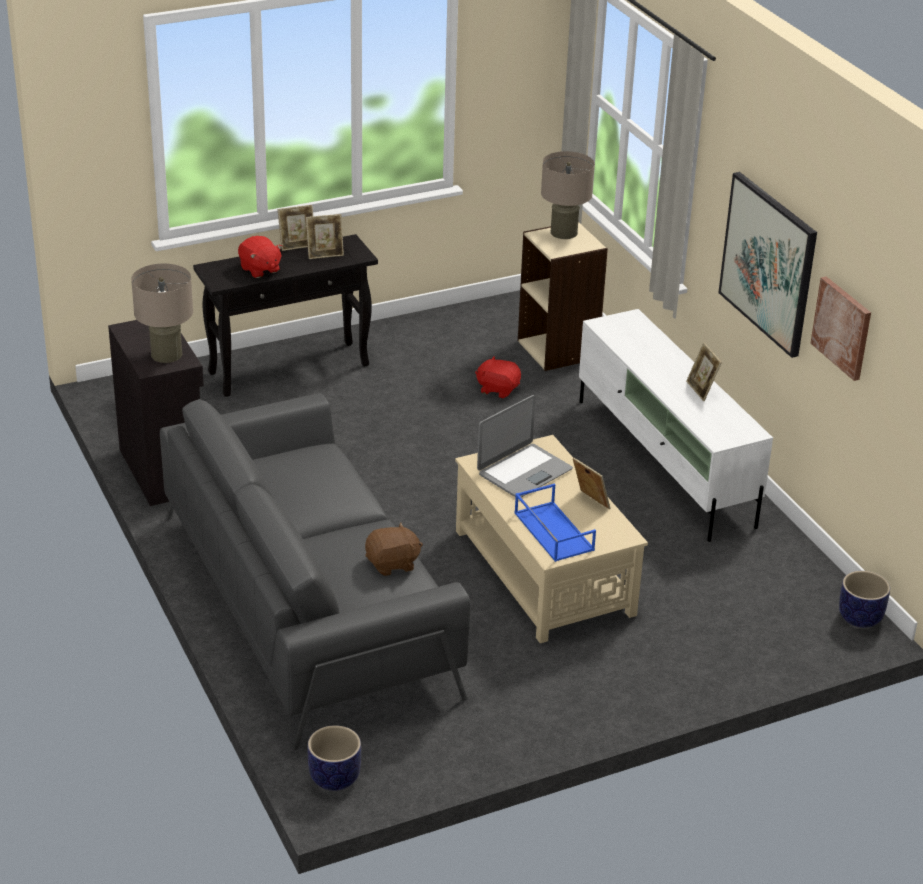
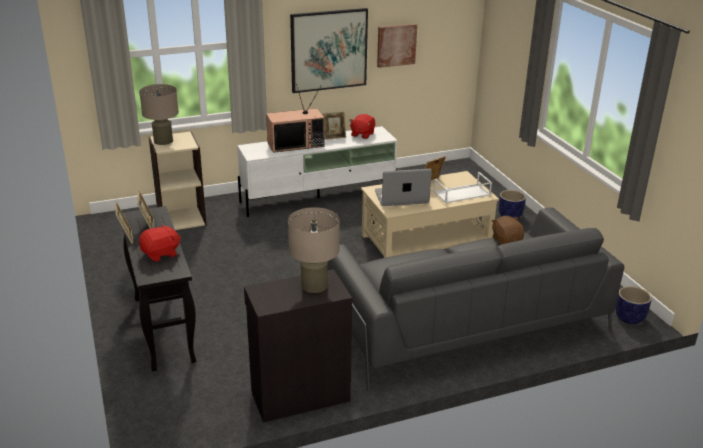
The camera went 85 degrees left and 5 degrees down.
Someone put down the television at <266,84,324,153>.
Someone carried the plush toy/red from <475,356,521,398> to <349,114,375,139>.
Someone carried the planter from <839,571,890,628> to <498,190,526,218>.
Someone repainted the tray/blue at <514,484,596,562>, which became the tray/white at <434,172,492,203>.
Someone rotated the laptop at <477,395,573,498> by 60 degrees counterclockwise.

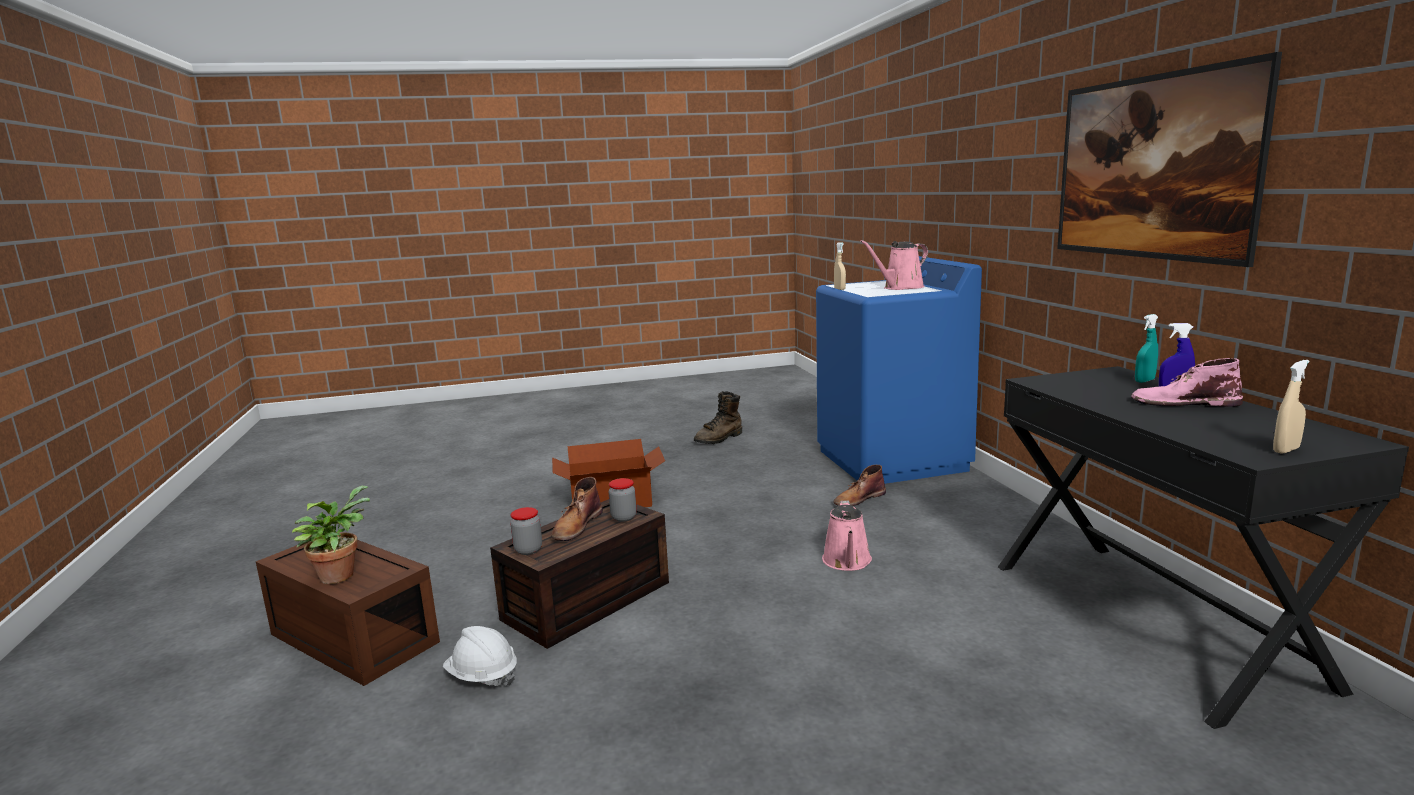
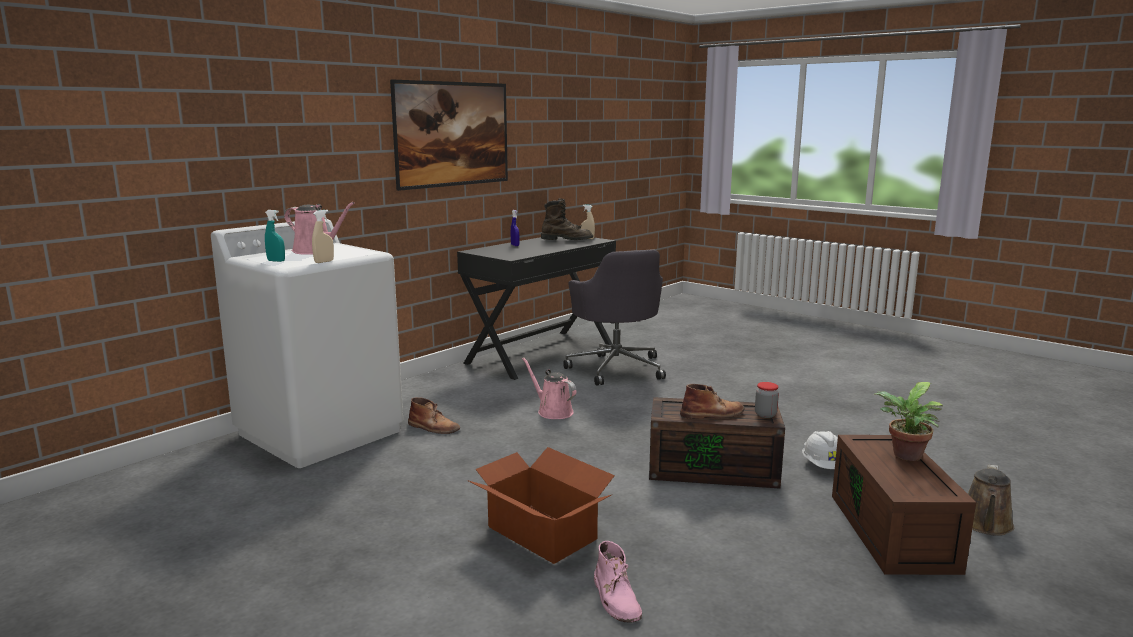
The camera went 125 degrees left and 0 degrees up.
Someone took away the jar at <609,478,637,522>.
Someone put down the office chair/grey at <563,250,666,386>.
Someone put down the watering can/brown at <968,464,1014,536>.
Someone carried the boot/brown from <694,391,742,444> to <541,198,593,240>.
Someone carried the boot/pink from <1131,358,1243,407> to <594,541,642,623>.
Someone carried the spray bottle/turquoise from <1135,314,1158,383> to <265,210,285,262>.
Someone repainted the washing machine/blue at <816,256,982,484>, which became the washing machine/white at <211,219,403,468>.
Someone rotated the watering can/pink at <822,500,872,571> by 105 degrees counterclockwise.

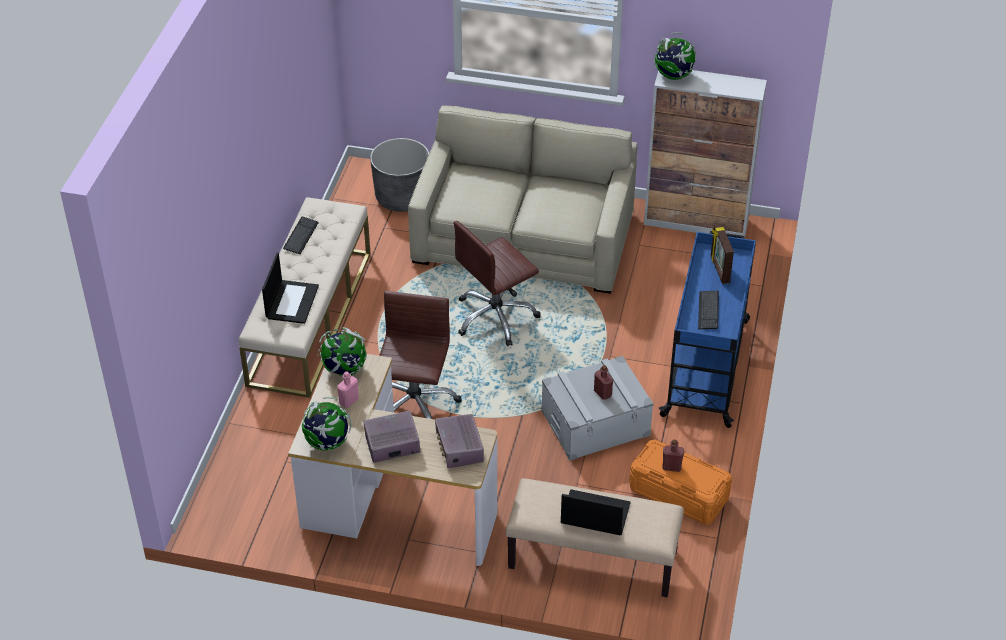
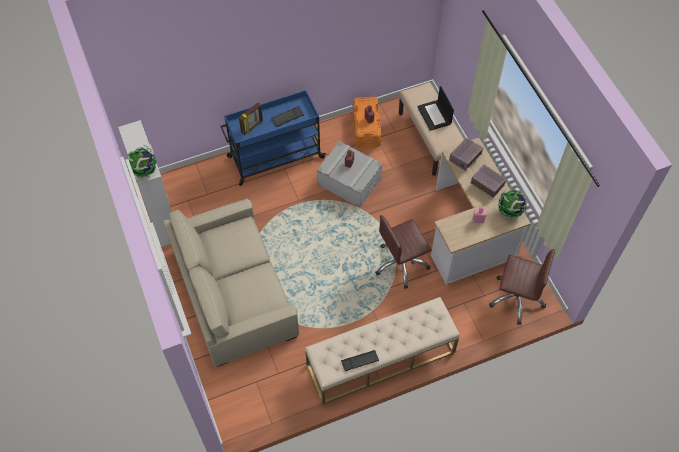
The camera went 125 degrees left and 15 degrees up.
Someone took away the laptop at <262,253,319,324>.
Someone took away the globe at <318,327,367,377>.
Someone took away the planter/grey at <370,138,429,212>.
Someone carried the office chair/brown from <453,221,541,346> to <489,249,555,325>.

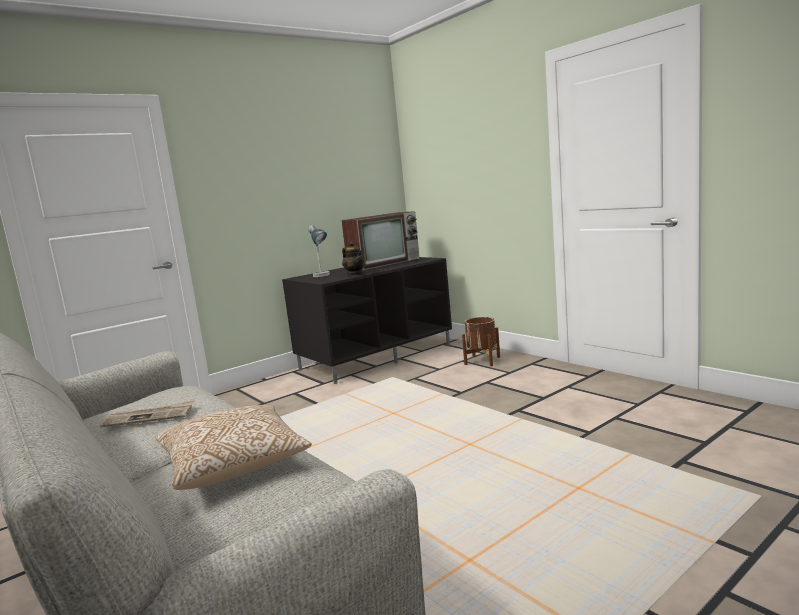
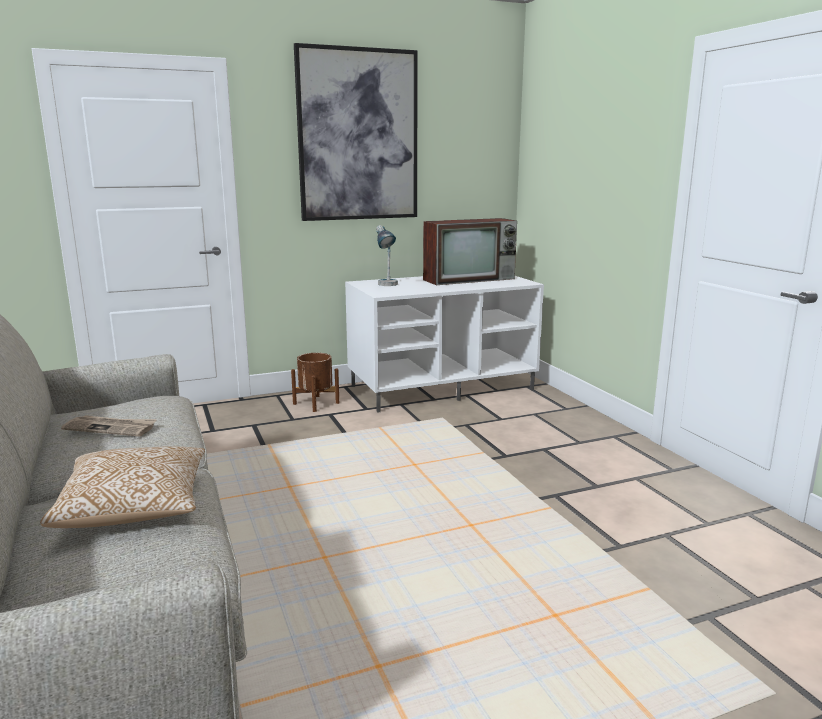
The camera went 15 degrees right and 5 degrees up.
Someone took away the teapot at <342,242,365,275>.
Someone put up the picture at <294,43,418,221>.
Someone carried the planter/brown from <462,317,500,366> to <291,353,339,412>.
Someone repainted the tv stand/black at <282,257,452,384>, which became the tv stand/white at <345,276,544,412>.

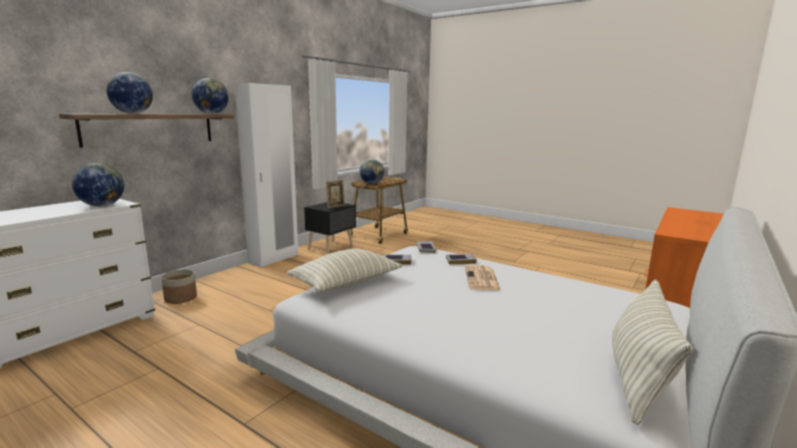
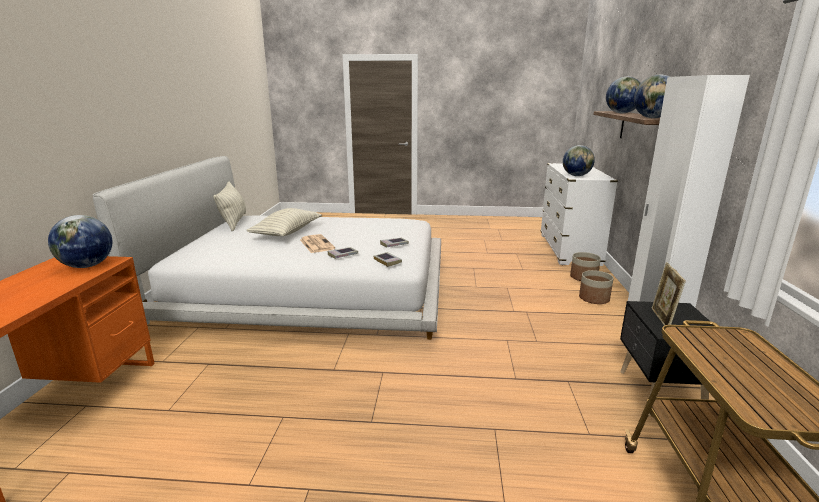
The camera went 150 degrees right and 5 degrees up.
Someone put down the planter at <579,270,613,304>.
Someone carried the pillow from <287,249,403,292> to <247,208,322,236>.
Someone carried the globe from <360,159,384,184> to <48,215,112,268>.

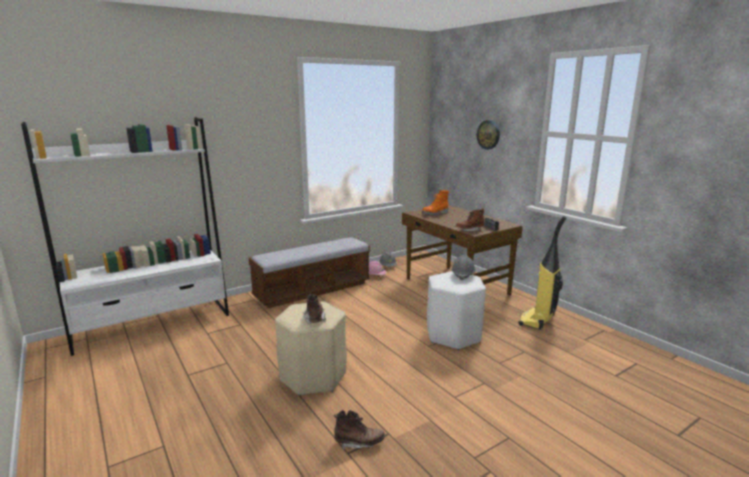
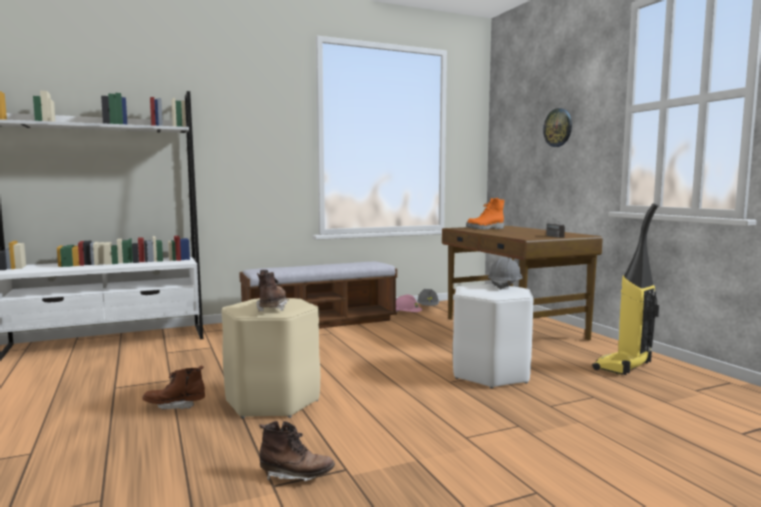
The camera went 10 degrees right and 10 degrees down.
Someone carried the boot/brown from <456,208,484,232> to <142,366,205,409>.

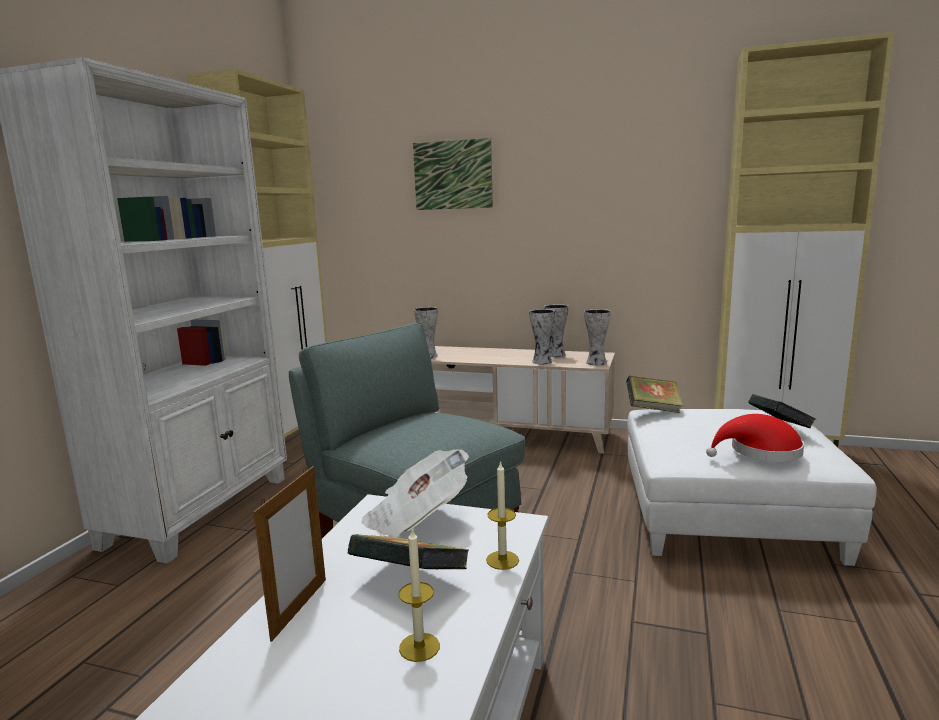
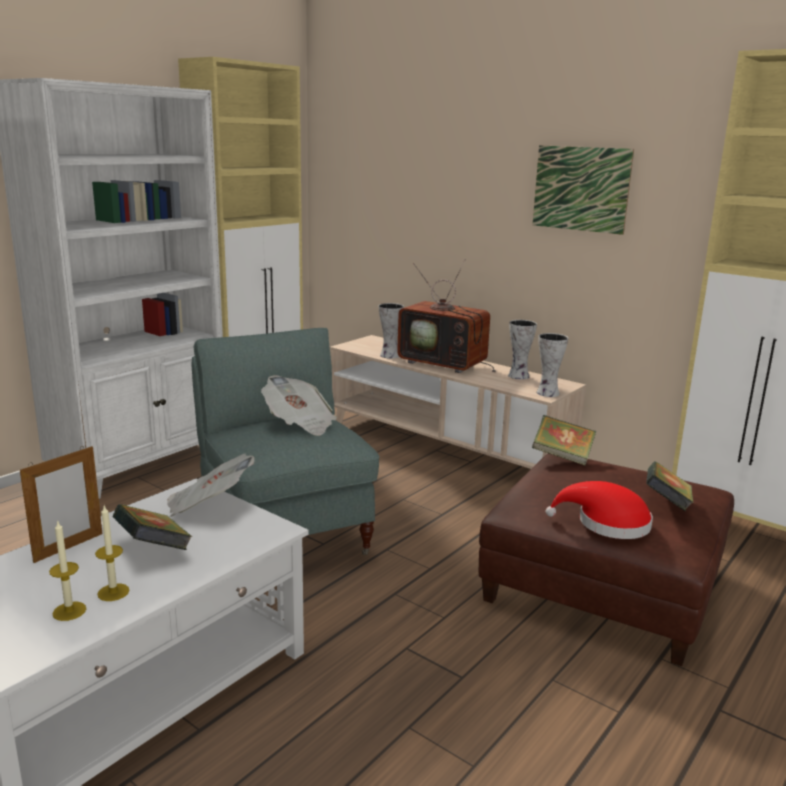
The camera went 20 degrees right and 5 degrees up.
Someone took away the vase at <529,309,555,364>.
Someone put down the newspaper at <261,375,337,436>.
Someone put down the television at <397,259,496,373>.
Someone carried the picture from <413,138,493,210> to <532,145,634,235>.
Someone carried the candle from <486,461,519,570> to <49,520,86,621>.
Someone repainted the ottoman/white at <627,409,877,566>, which became the ottoman/brown at <479,453,734,666>.

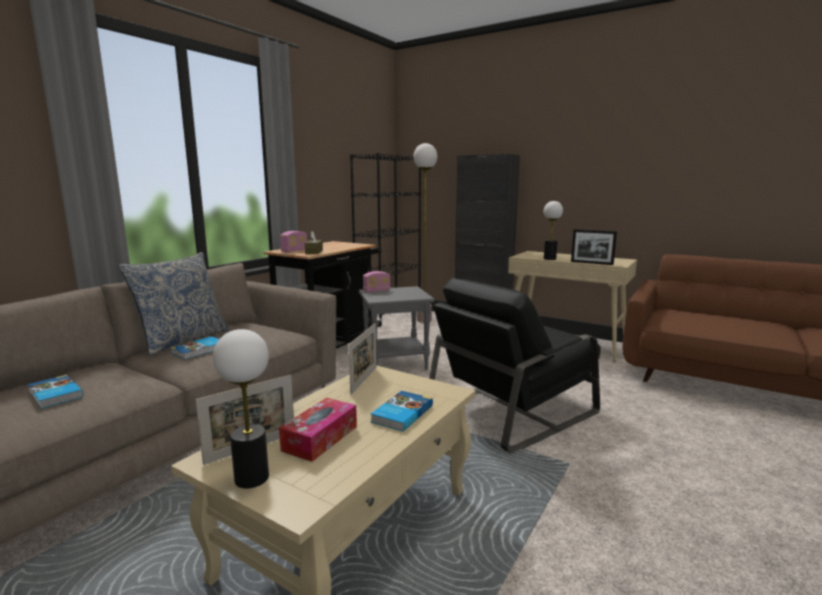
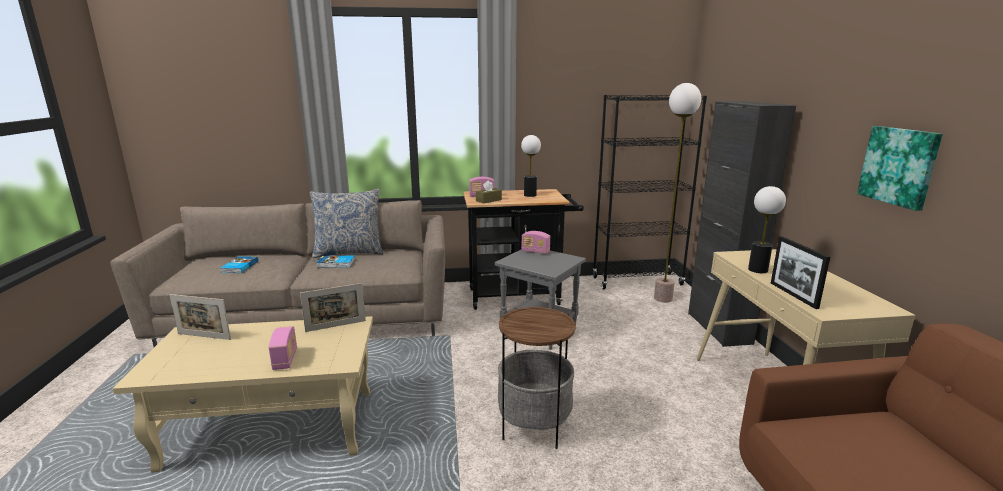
The camera went 50 degrees right and 5 degrees up.
Someone took away the tissue box at <279,398,357,462>.
Someone put up the picture at <857,126,943,211>.
Someone carried the table lamp from <213,329,269,488> to <521,135,541,197>.
Someone swapped the book at <371,391,433,431> for the radio at <269,326,297,370>.
Someone swapped the armchair/black at <429,278,601,454> for the side table at <498,307,576,449>.

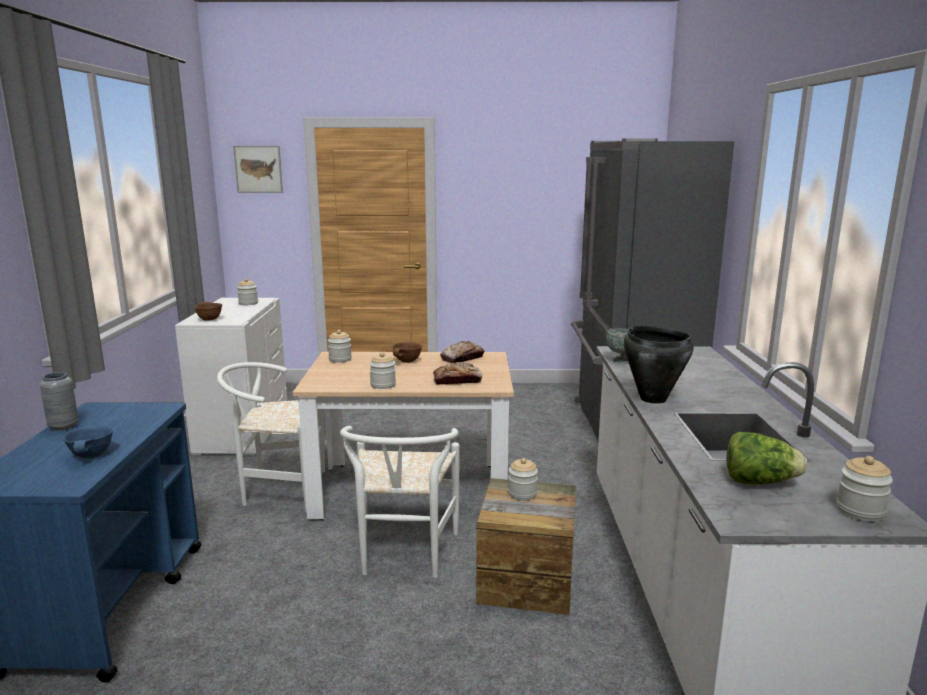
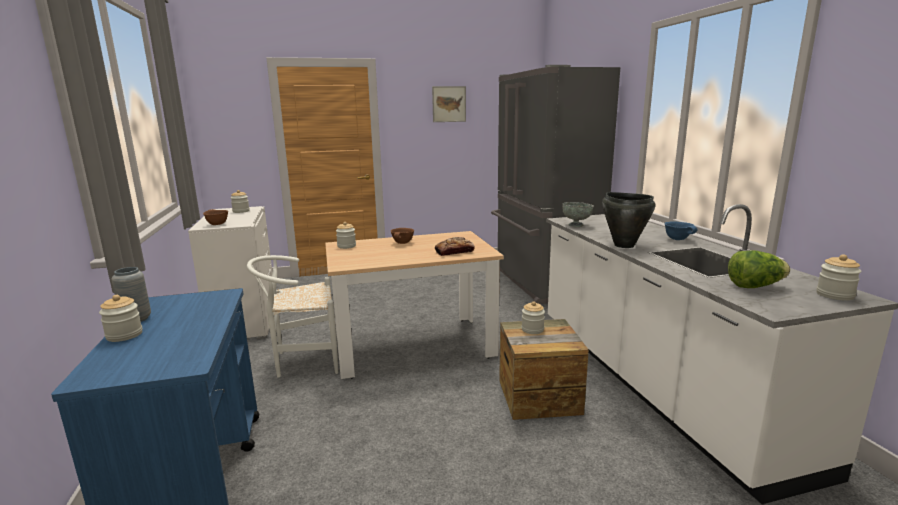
The camera went 15 degrees left and 0 degrees up.
Someone took away the chair/white at <340,426,459,578>.
Someone took away the bread at <440,341,484,363>.
Someone carried the bowl/blue from <63,425,113,458> to <665,221,697,240>.
Someone carried the picture from <233,146,283,193> to <432,86,466,122>.
Someone carried the jar from <370,352,396,389> to <99,295,143,342>.

